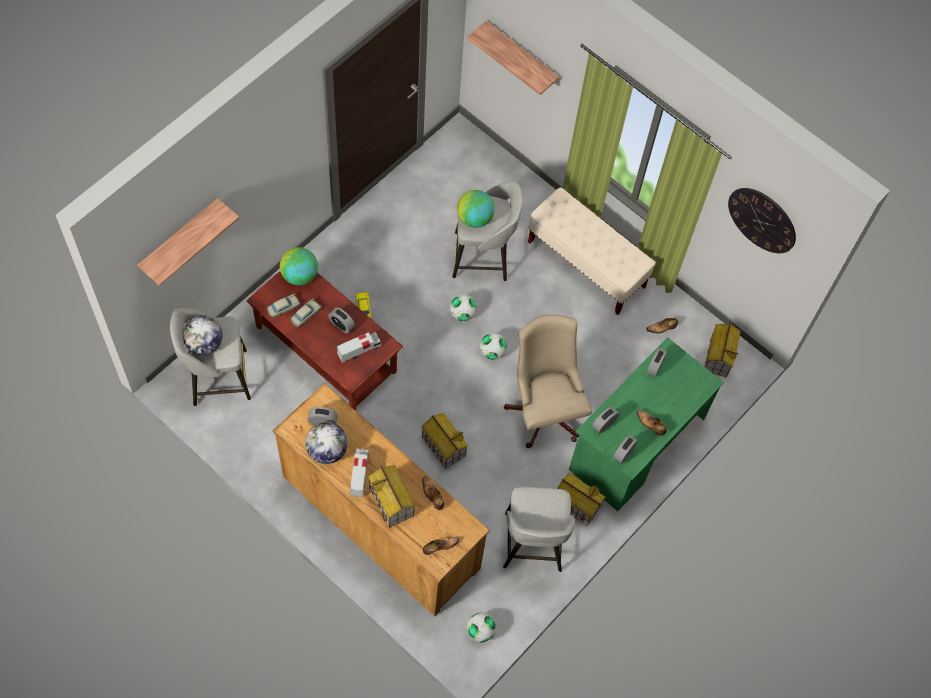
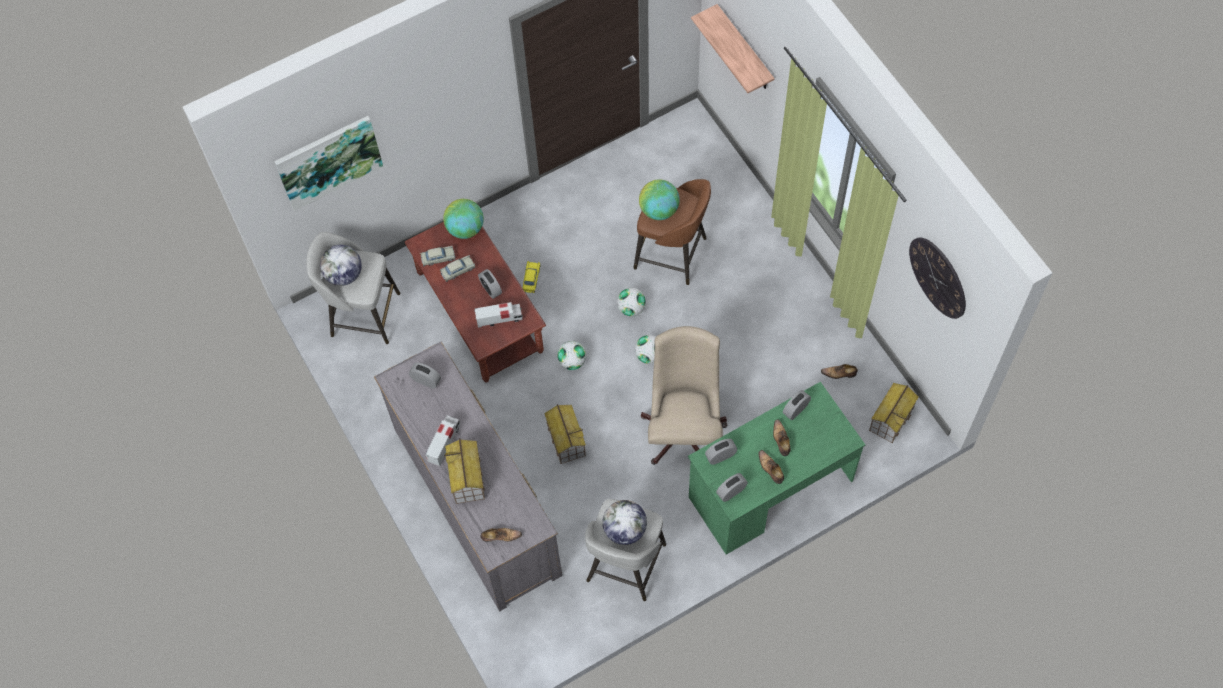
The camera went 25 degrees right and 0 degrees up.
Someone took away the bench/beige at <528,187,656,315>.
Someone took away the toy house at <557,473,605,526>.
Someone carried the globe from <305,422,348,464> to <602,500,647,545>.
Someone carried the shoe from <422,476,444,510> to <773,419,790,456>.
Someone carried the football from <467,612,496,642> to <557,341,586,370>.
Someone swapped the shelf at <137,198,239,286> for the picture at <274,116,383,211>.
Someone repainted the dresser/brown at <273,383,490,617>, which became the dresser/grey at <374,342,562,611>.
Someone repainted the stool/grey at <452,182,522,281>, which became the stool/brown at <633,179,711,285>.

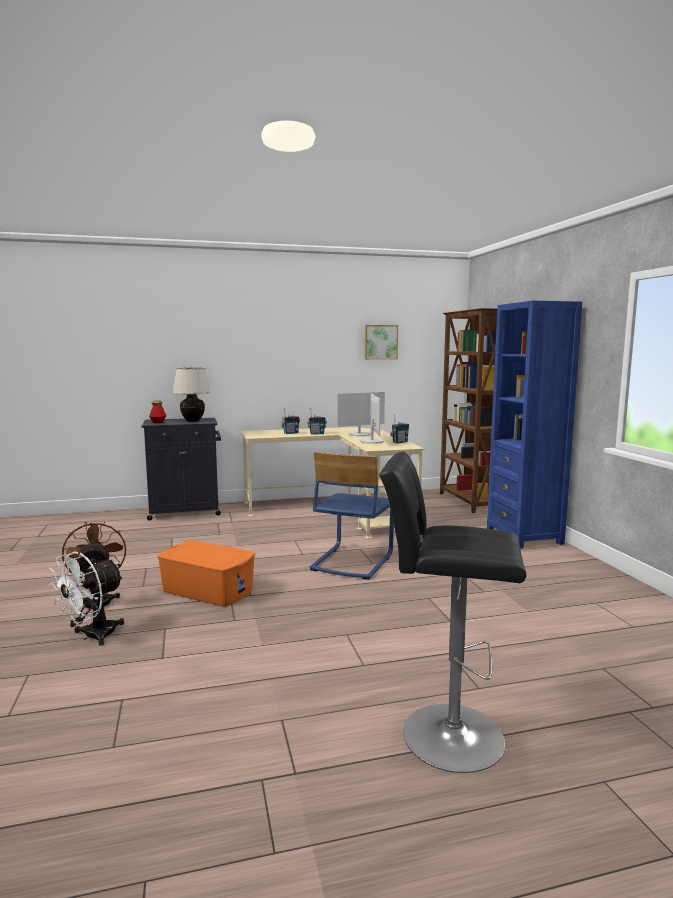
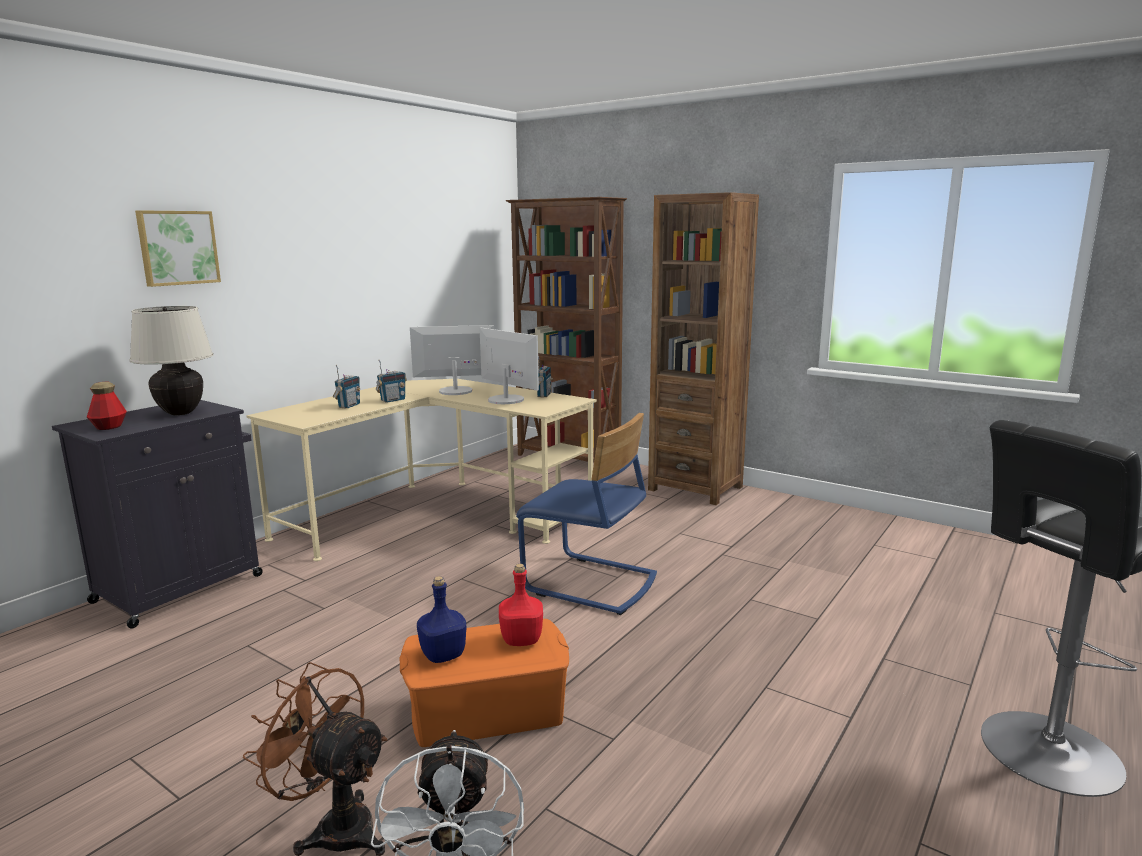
The camera went 40 degrees left and 5 degrees up.
Someone put down the bottle/blue at <417,576,466,663>.
Someone put down the bottle/red at <499,564,543,646>.
Someone carried the picture from <364,325,398,360> to <135,210,221,287>.
Someone repainted the bookcase/blue at <487,301,582,549>, which became the bookcase/brown at <648,192,759,505>.
Someone rotated the chair/blue at <309,451,394,580> by 45 degrees counterclockwise.
Someone rotated the monitor at <337,392,385,436> by 120 degrees counterclockwise.

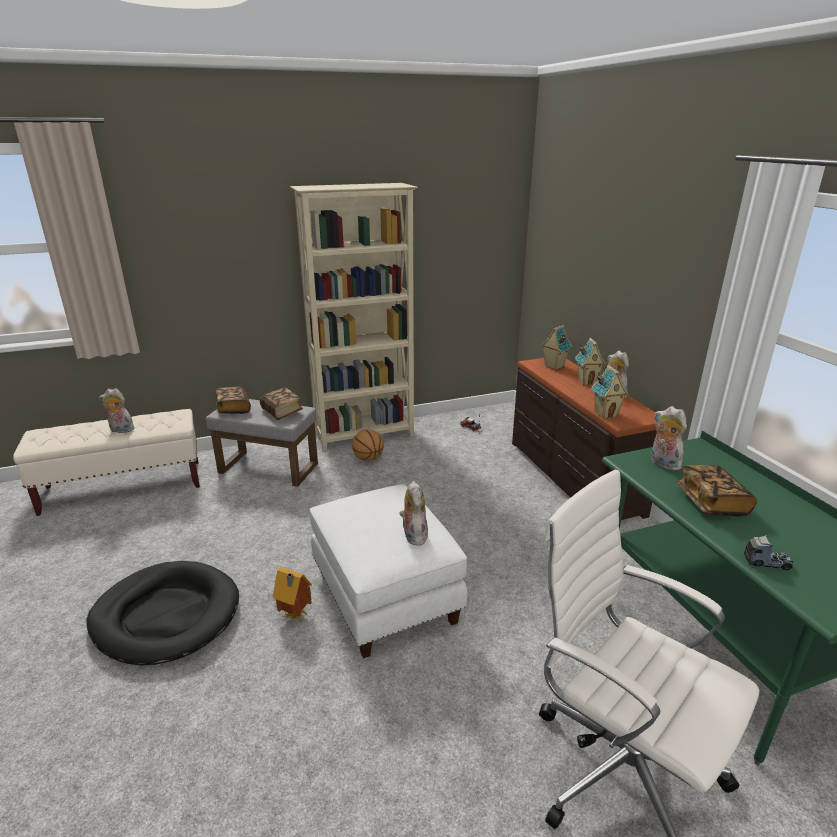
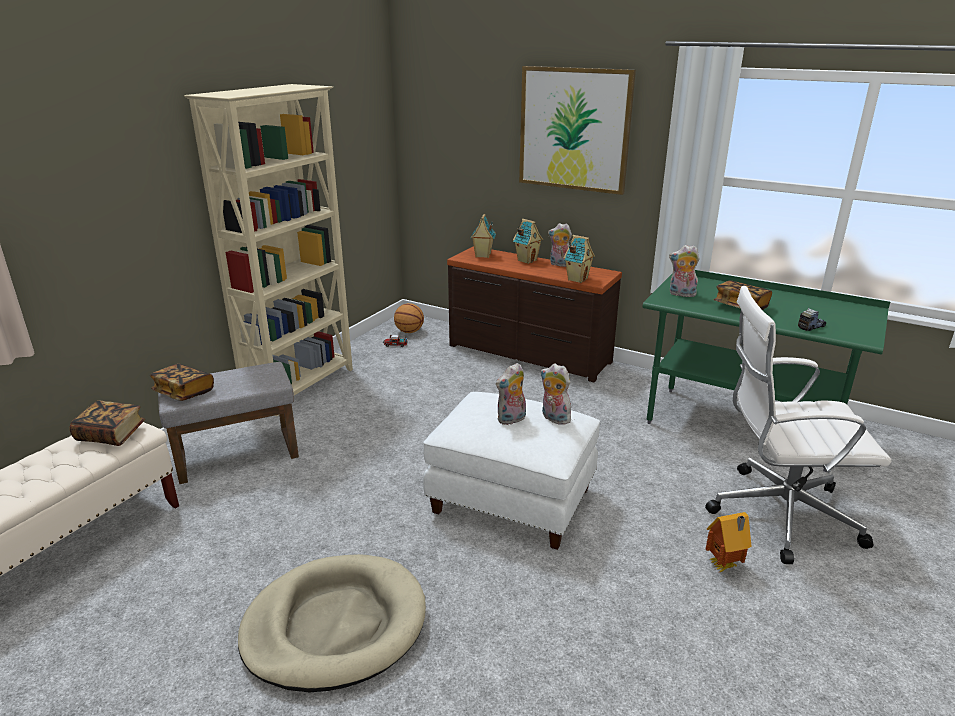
The camera went 40 degrees left and 0 degrees up.
Someone put up the picture at <519,66,636,195>.
Someone carried the plush toy from <99,388,134,433> to <496,363,526,425>.
Someone carried the book from <260,387,303,420> to <69,400,145,446>.
Someone carried the toy house from <273,567,312,621> to <705,512,752,572>.
Someone carried the basketball from <352,429,384,461> to <394,303,424,333>.
Someone repainted the dog bed/black at <87,561,239,665>, which became the dog bed/beige at <238,554,426,693>.

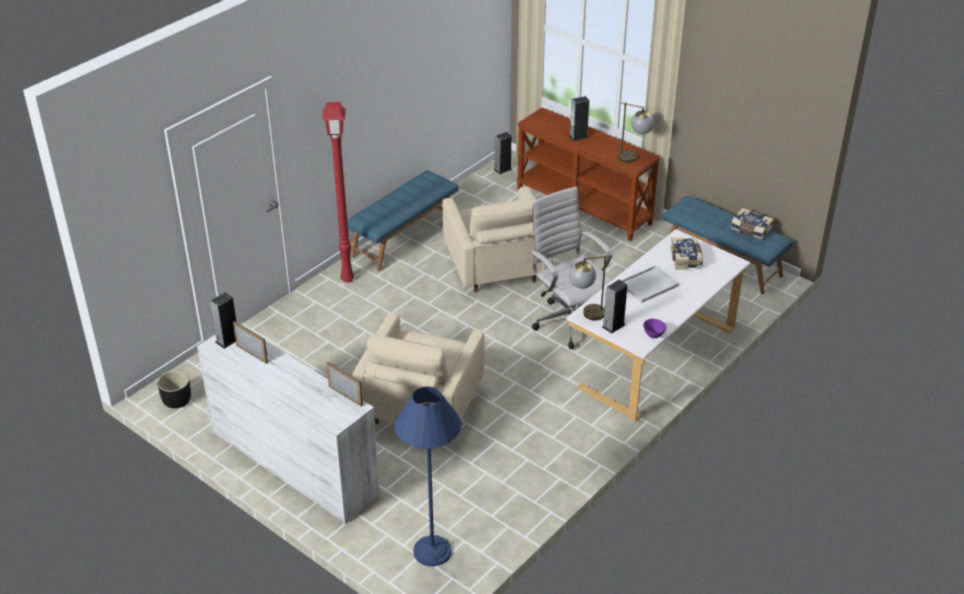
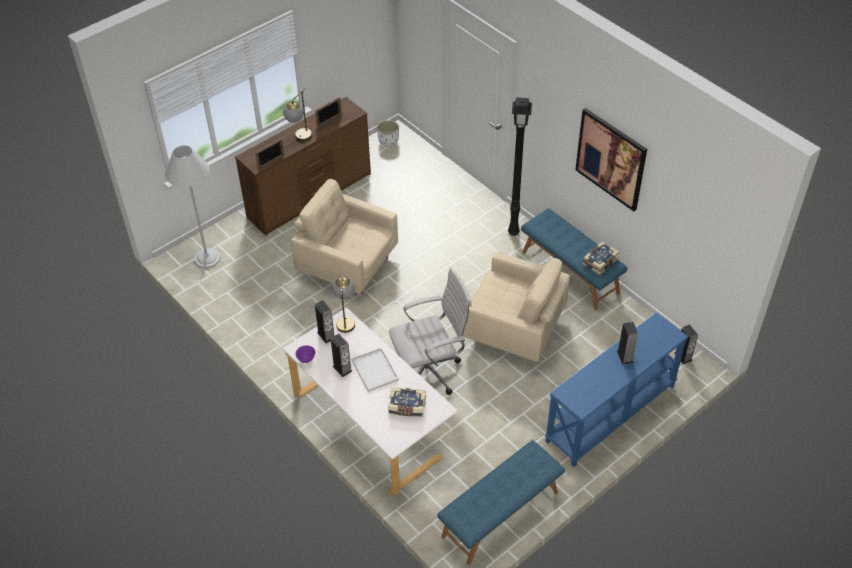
The camera went 100 degrees right and 10 degrees up.
Someone put up the picture at <575,108,647,212>.
Someone carried the speaker from <210,292,237,349> to <331,334,352,377>.
Someone carried the table lamp from <618,102,654,163> to <283,88,312,141>.
Someone carried the book from <731,208,774,240> to <582,242,619,275>.
Someone repainted the planter/black at <157,370,191,408>, which became the planter/white at <377,120,399,147>.
Someone repainted the dresser/white at <197,335,379,524>, which became the dresser/brown at <235,97,371,236>.
Someone repainted the floor lamp/red at <322,102,354,283>, which became the floor lamp/black at <508,98,532,236>.
Someone repainted the floor lamp/blue at <395,386,461,566>, which became the floor lamp/white at <165,145,220,268>.
Someone repainted the console table/brown at <516,107,661,242>, which became the console table/blue at <545,312,688,467>.
Someone rotated the armchair/beige at <443,186,553,292> by 150 degrees counterclockwise.

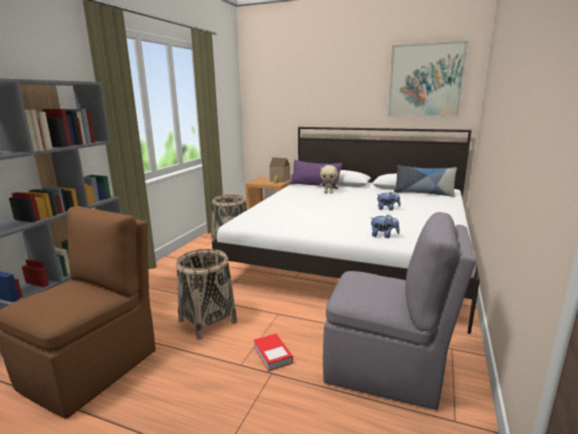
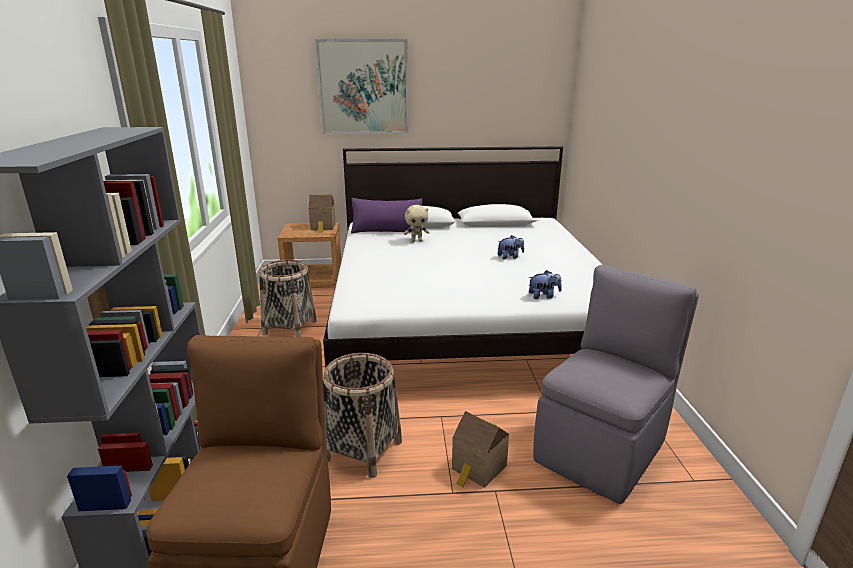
The camera went 25 degrees left and 5 degrees up.
Someone took away the pillow at <394,165,457,197>.
Someone carried the picture from <388,41,468,117> to <315,39,409,134>.
Someone swapped the book at <253,333,293,372> for the toy house at <452,411,509,488>.
Someone rotated the chair/grey at <323,212,476,410> by 45 degrees counterclockwise.

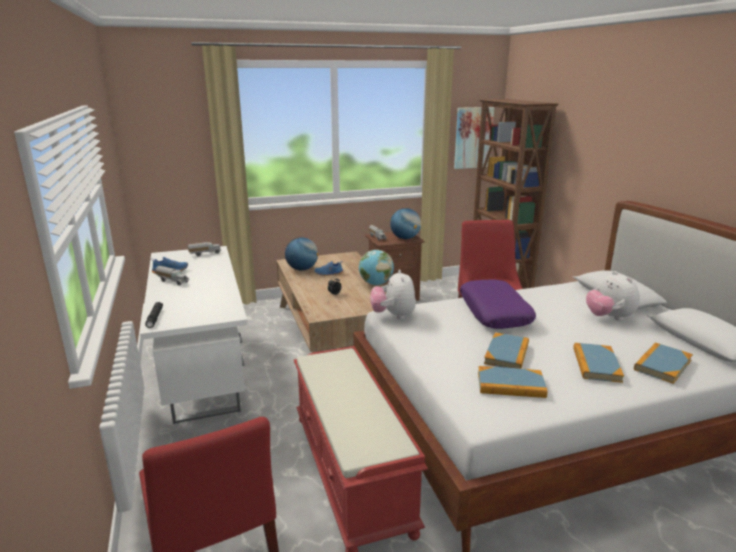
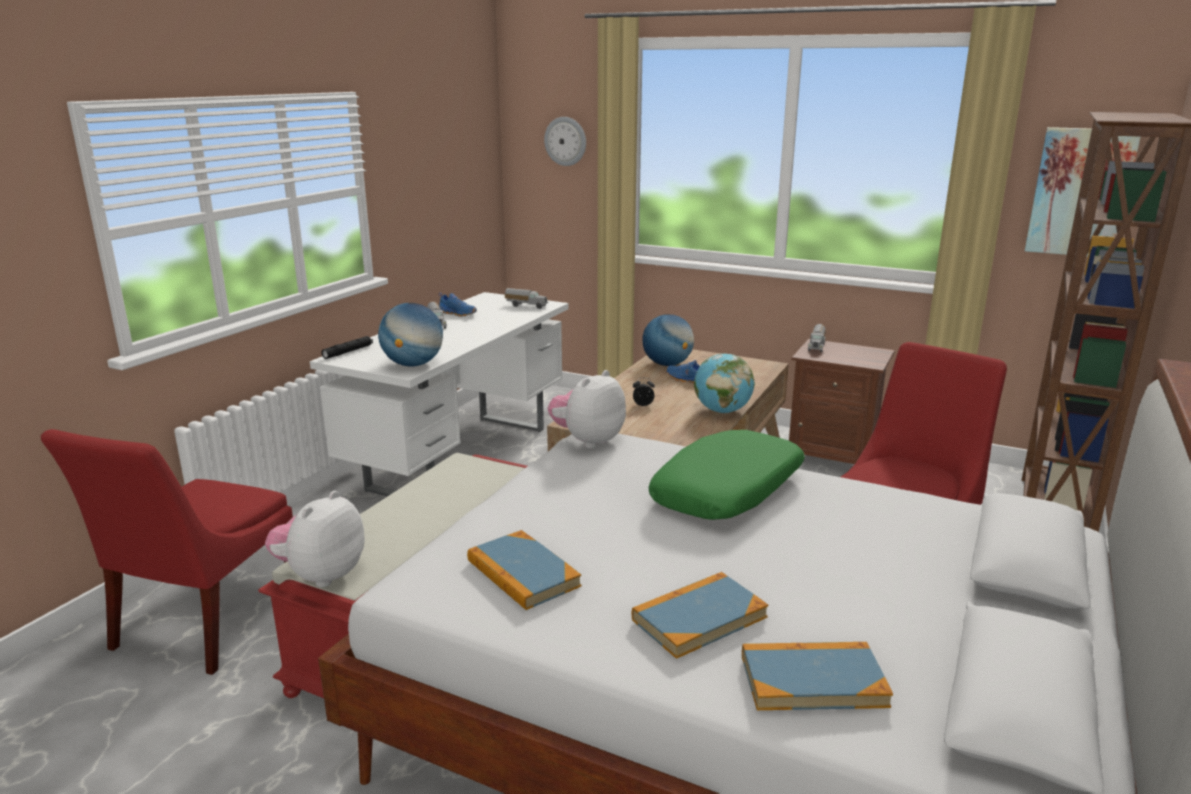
The camera went 45 degrees right and 0 degrees up.
Someone took away the book at <484,333,529,368>.
Someone put up the wall clock at <544,117,586,166>.
Someone carried the globe from <390,208,421,239> to <378,303,443,366>.
Someone carried the plush toy from <586,271,640,321> to <265,491,365,587>.
Someone repainted the pillow/purple at <460,280,536,329>, which became the pillow/green at <649,430,805,520>.

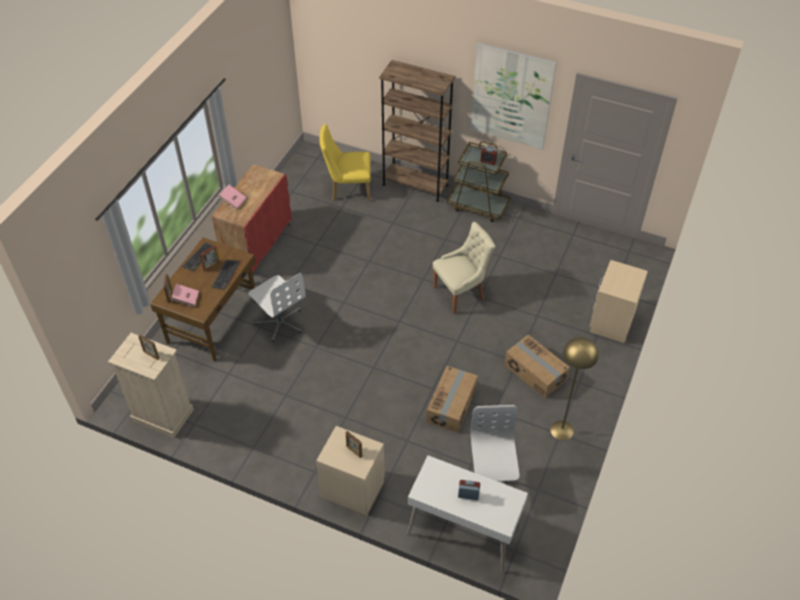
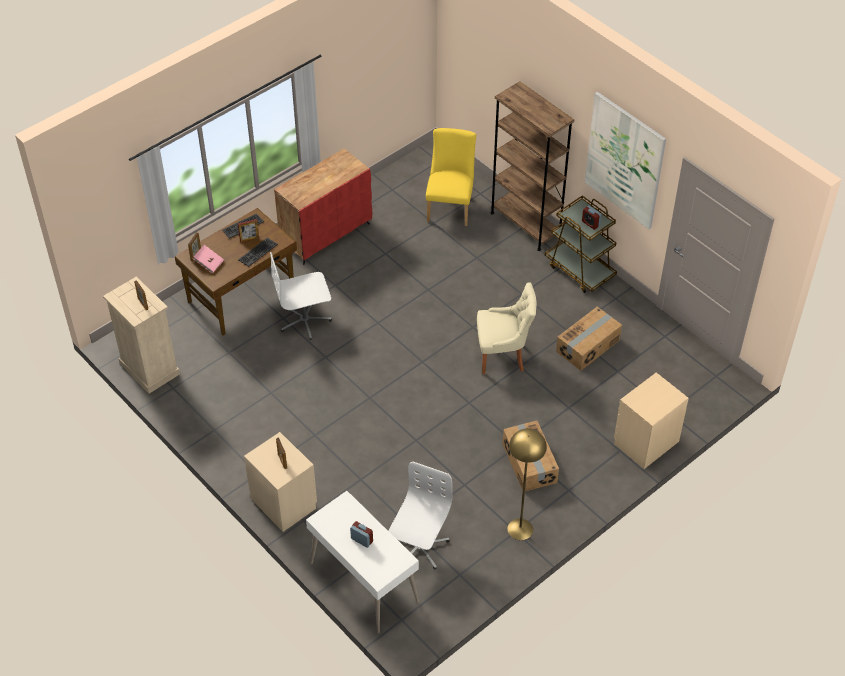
The camera went 25 degrees right and 0 degrees up.
Someone took away the book/pink at <218,185,247,209>.
Someone carried the cardboard box from <427,366,478,433> to <556,307,622,371>.
Someone rotated the office chair/white at <248,273,306,342> by 90 degrees clockwise.
Someone rotated the chair/yellow at <319,124,371,201> by 75 degrees clockwise.

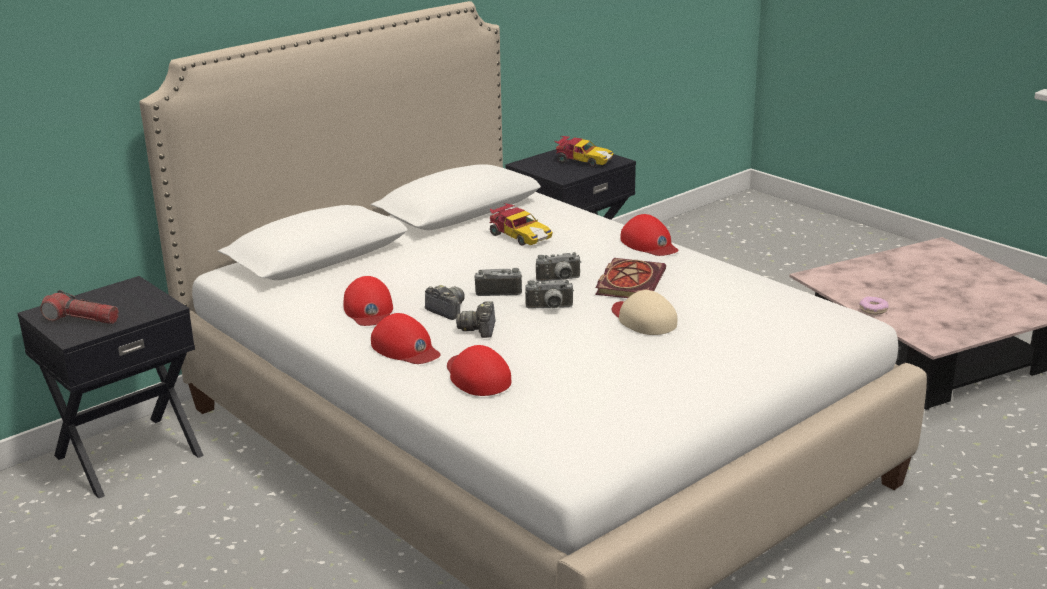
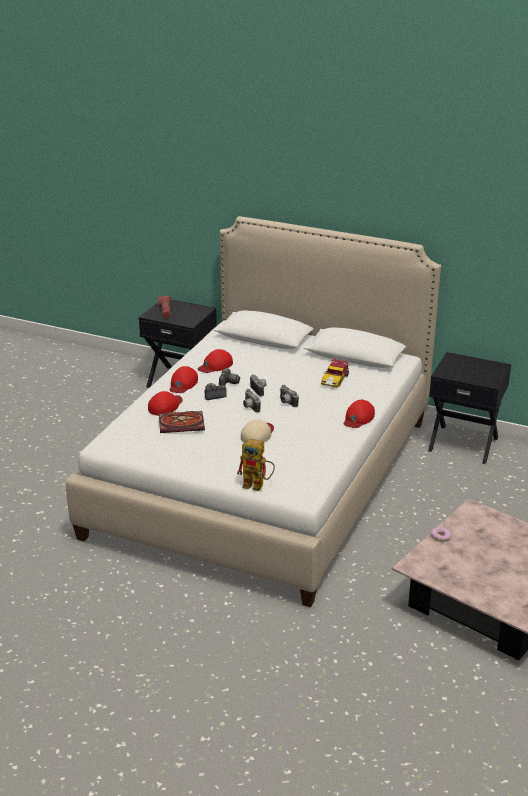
The camera went 65 degrees right and 5 degrees up.
Someone took away the toy car at <555,136,614,167>.
Someone put down the toy robot at <237,438,275,491>.
Someone carried the book from <595,258,666,298> to <159,411,205,433>.

